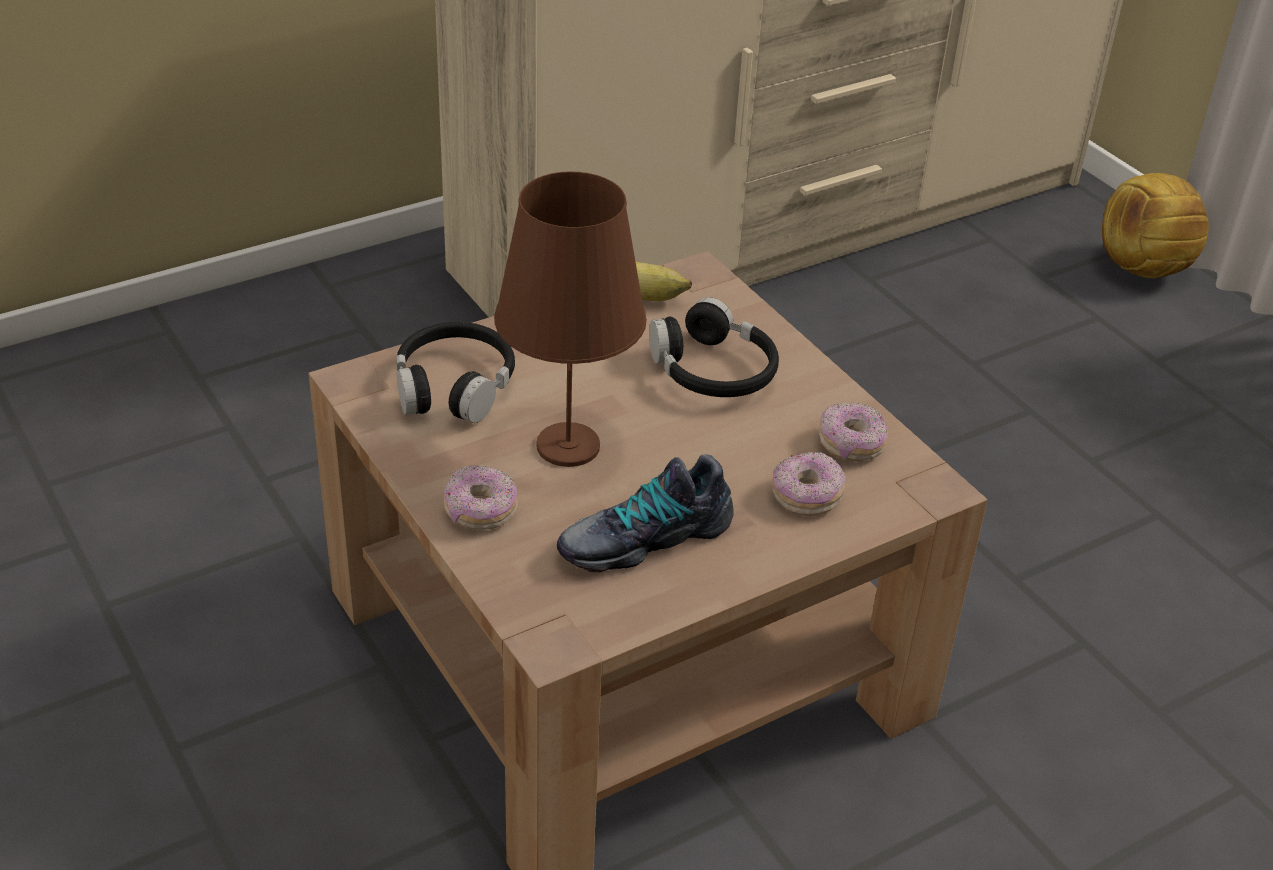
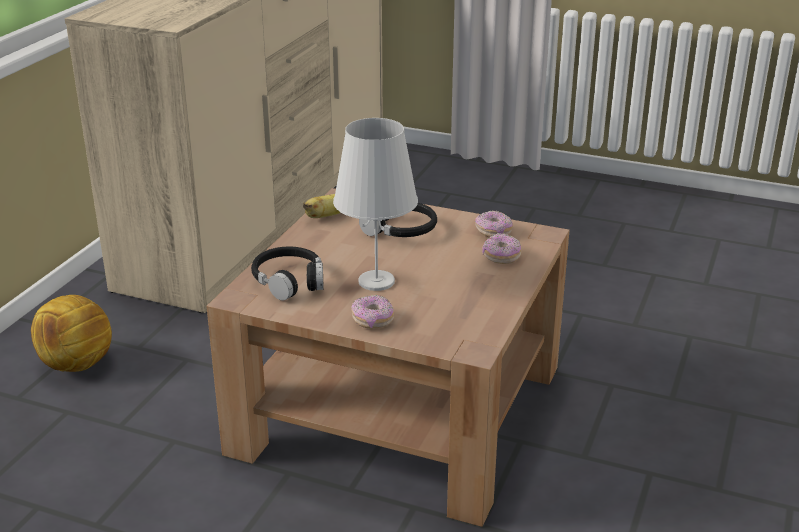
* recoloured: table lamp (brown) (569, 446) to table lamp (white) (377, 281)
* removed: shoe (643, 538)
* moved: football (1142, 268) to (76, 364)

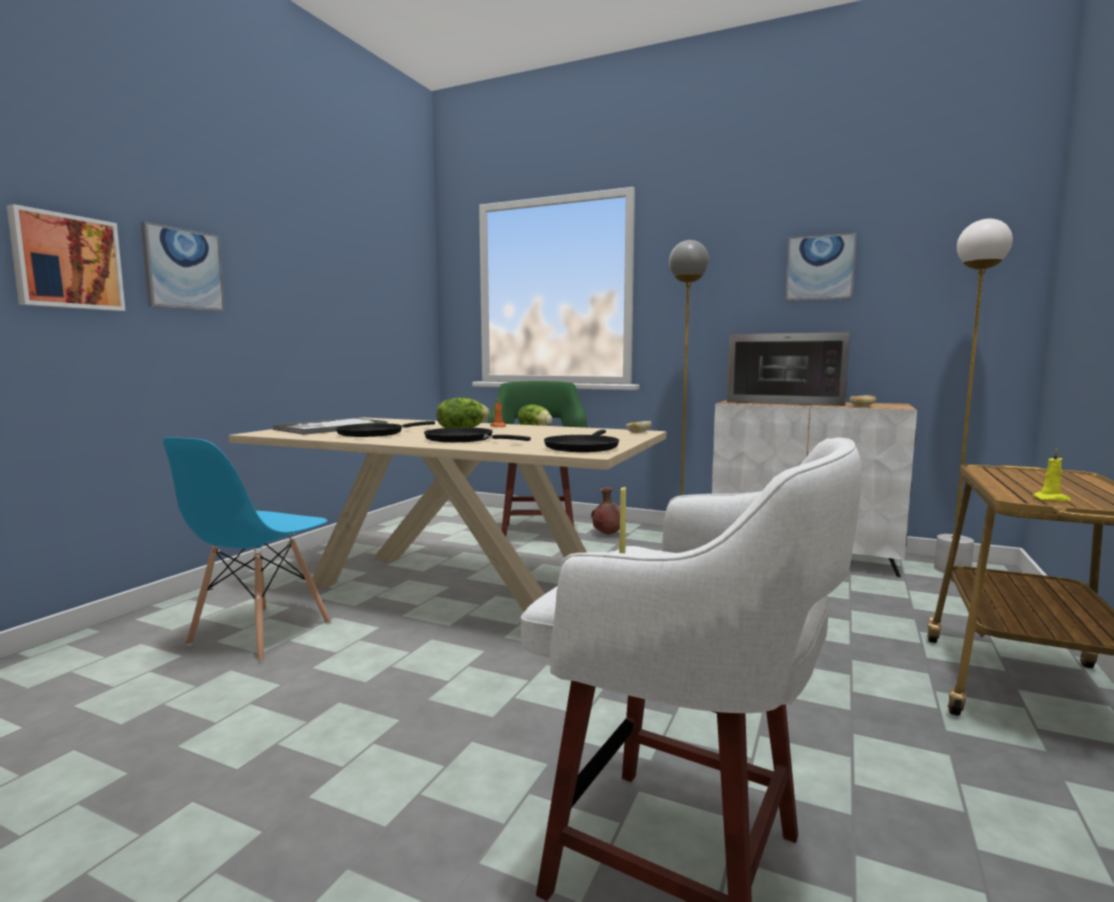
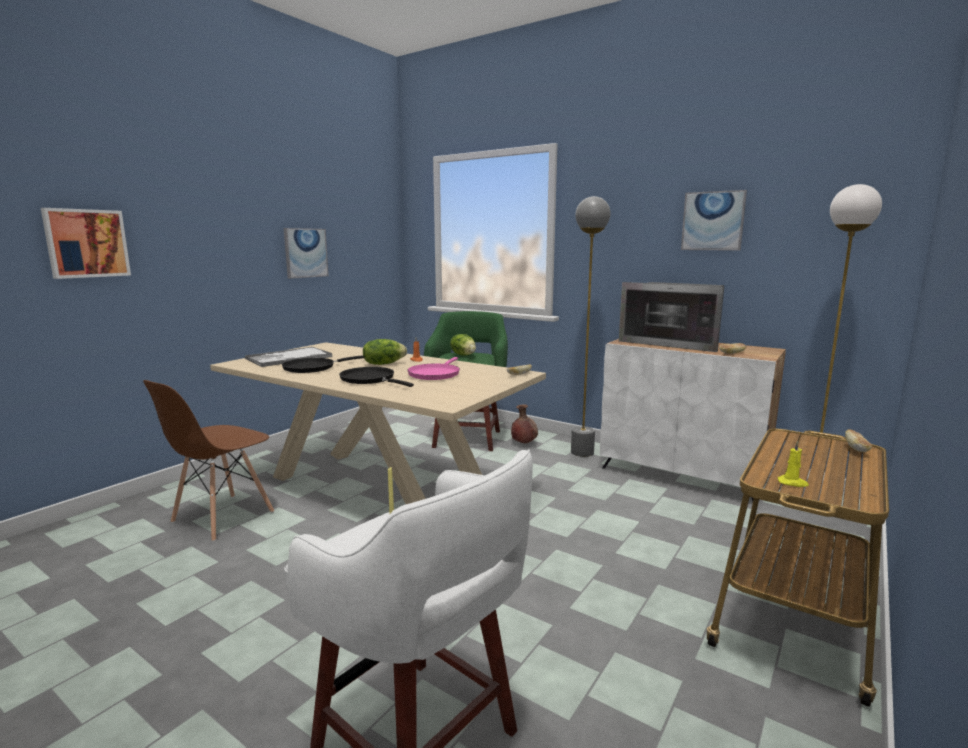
* moved: picture (183, 269) to (305, 253)
* recoloured: chair (blue) (260, 634) to chair (brown) (222, 517)
* removed: frying pan (black) (582, 447)
* added: frying pan (pink) (435, 374)
* added: bread (856, 448)

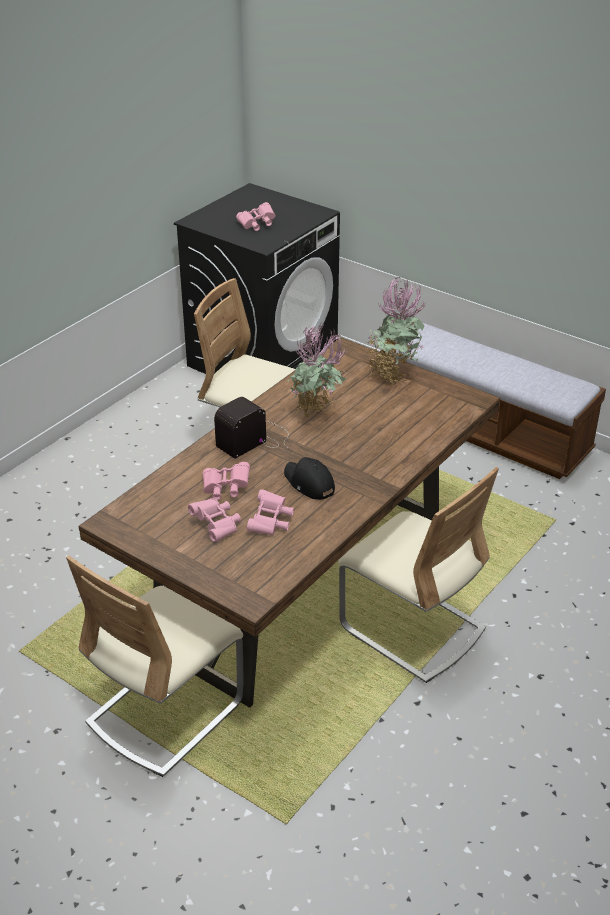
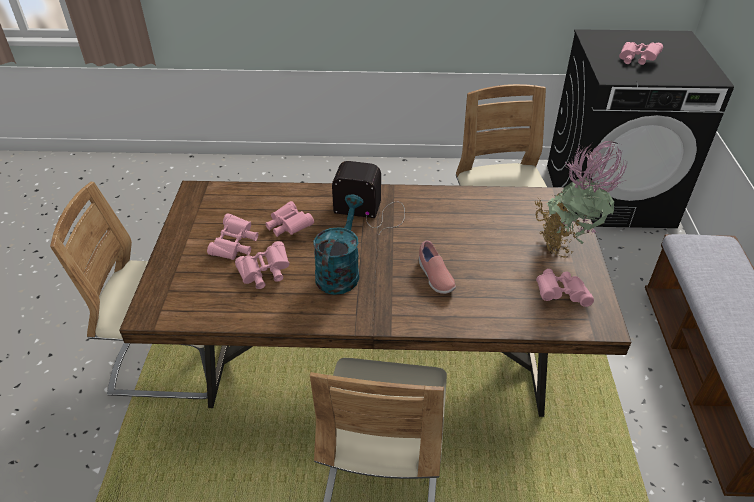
* replaced: cap (black) (309, 483) to watering can (turquoise) (340, 271)
* removed: potted plant (317, 415)
* added: shoe (pink) (434, 277)
* added: binoculars (pink) (560, 294)

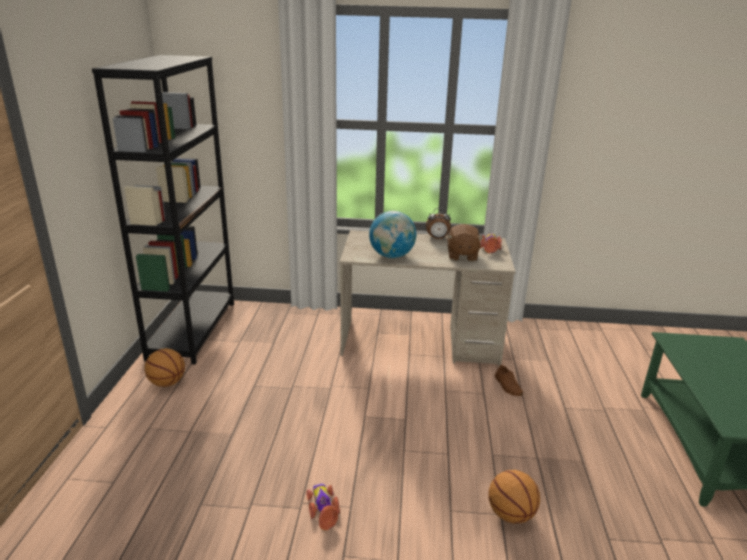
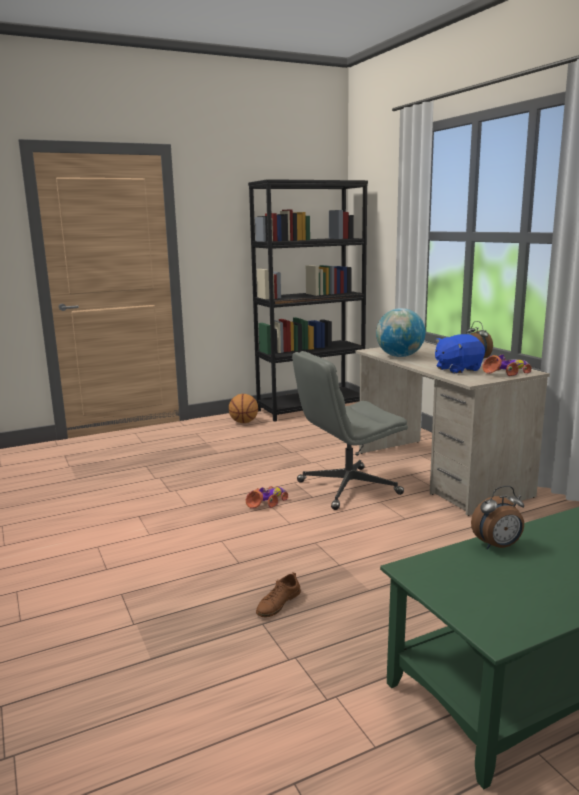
* moved: toy car (323, 508) to (268, 502)
* recoloured: plush toy (brown) (462, 255) to plush toy (blue) (457, 369)
* removed: basketball (511, 514)
* moved: shoe (brown) (507, 386) to (278, 603)
* added: office chair (grey) (347, 488)
* added: alarm clock (498, 546)

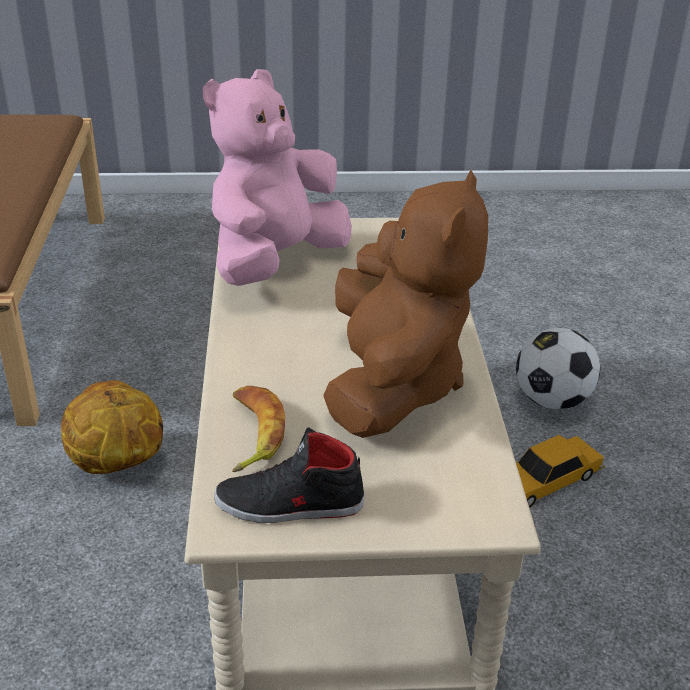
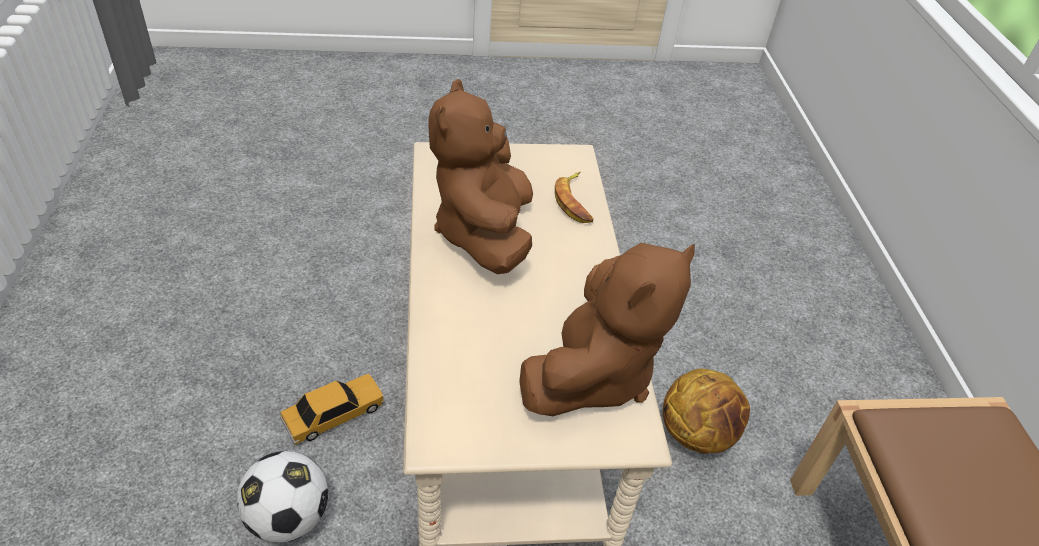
* recoloured: plush toy (pink) (275, 262) to plush toy (brown) (593, 374)
* removed: shoe (black) (289, 505)

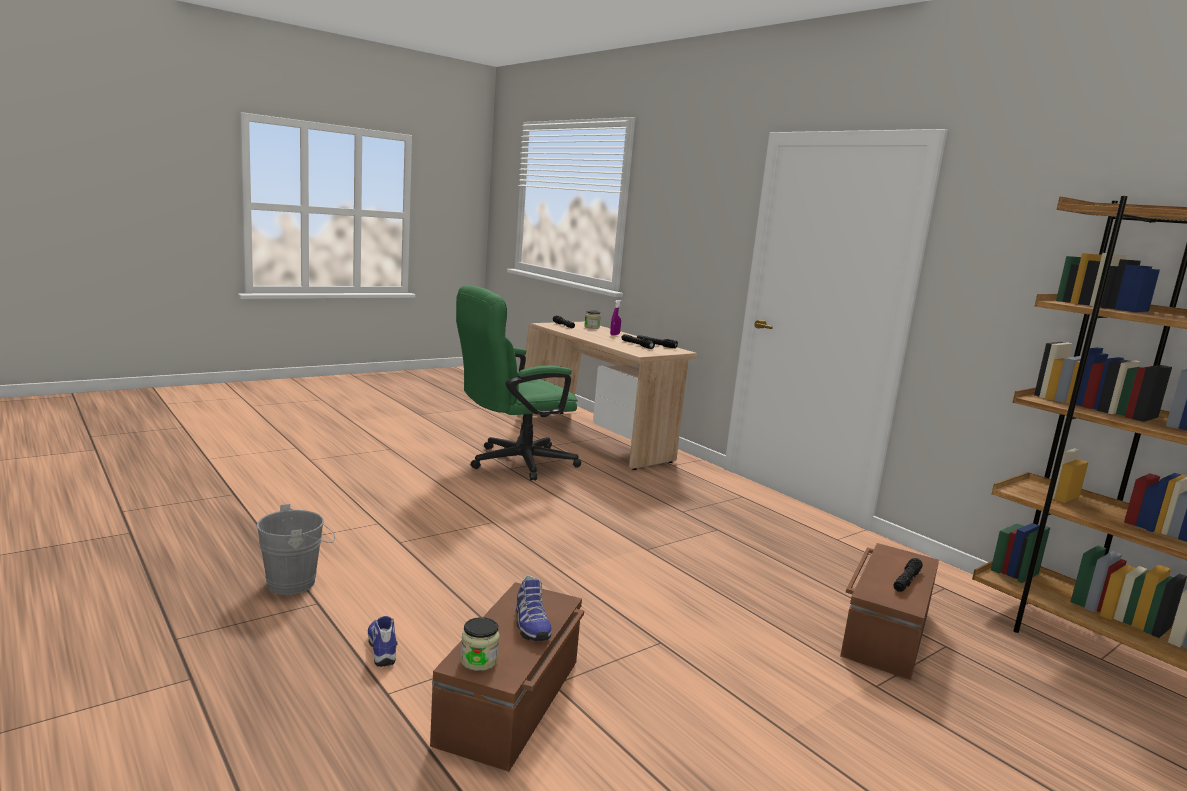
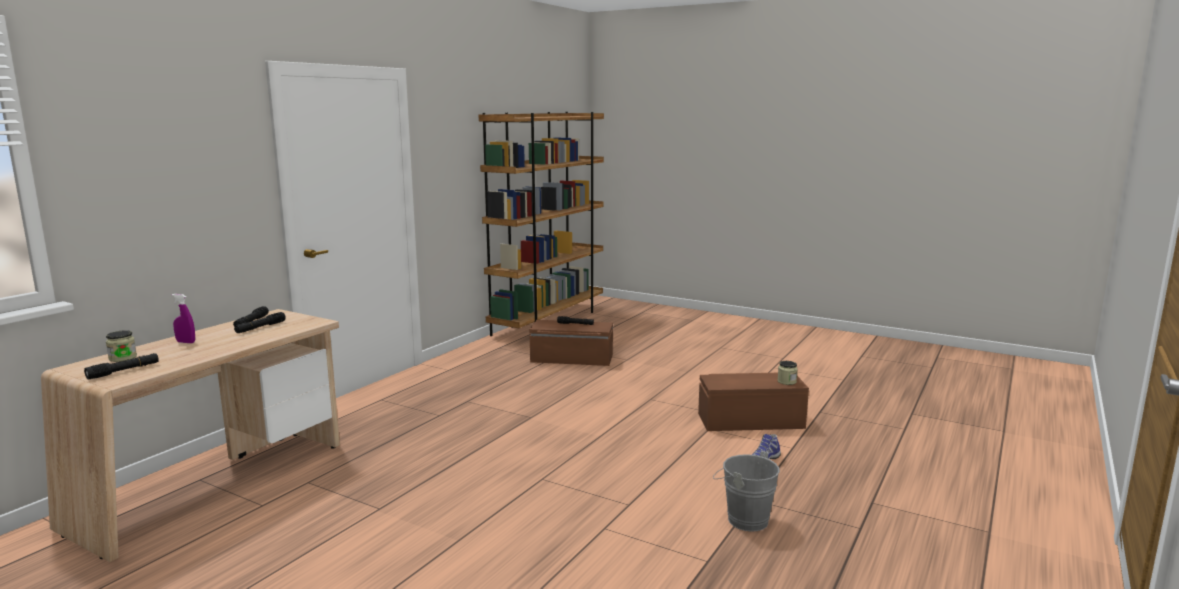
* removed: office chair (green) (513, 463)
* removed: shoe (530, 625)

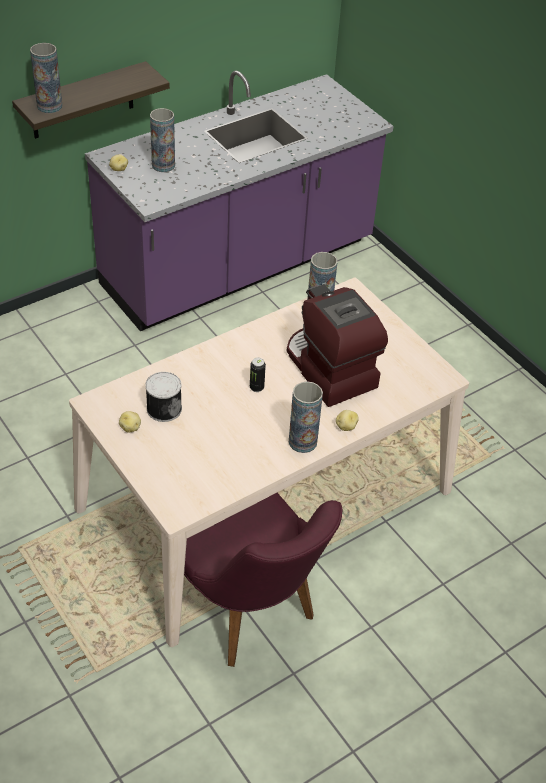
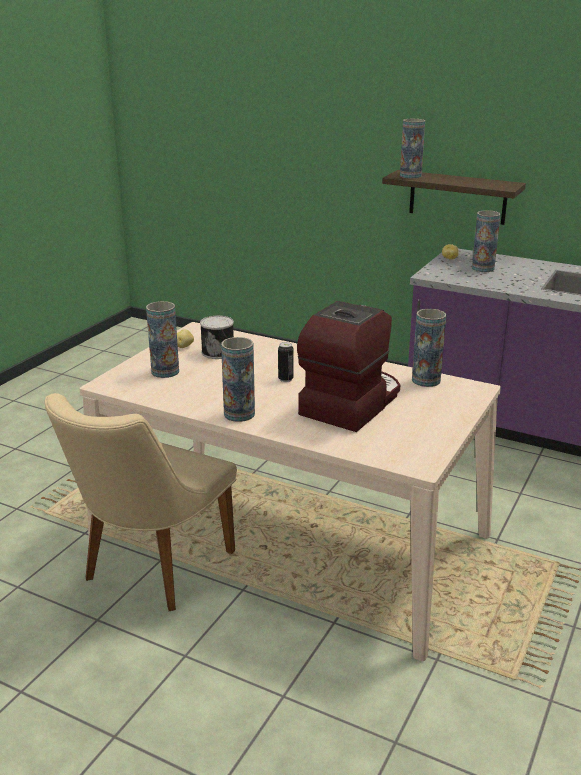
* recoloured: chair (purple) (251, 615) to chair (beige) (150, 572)
* removed: potato (346, 426)
* added: vase (165, 372)

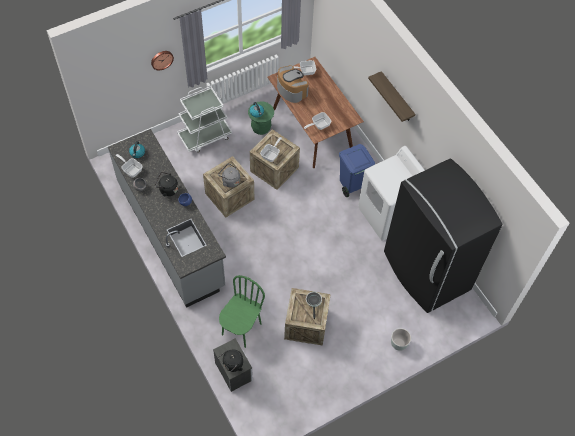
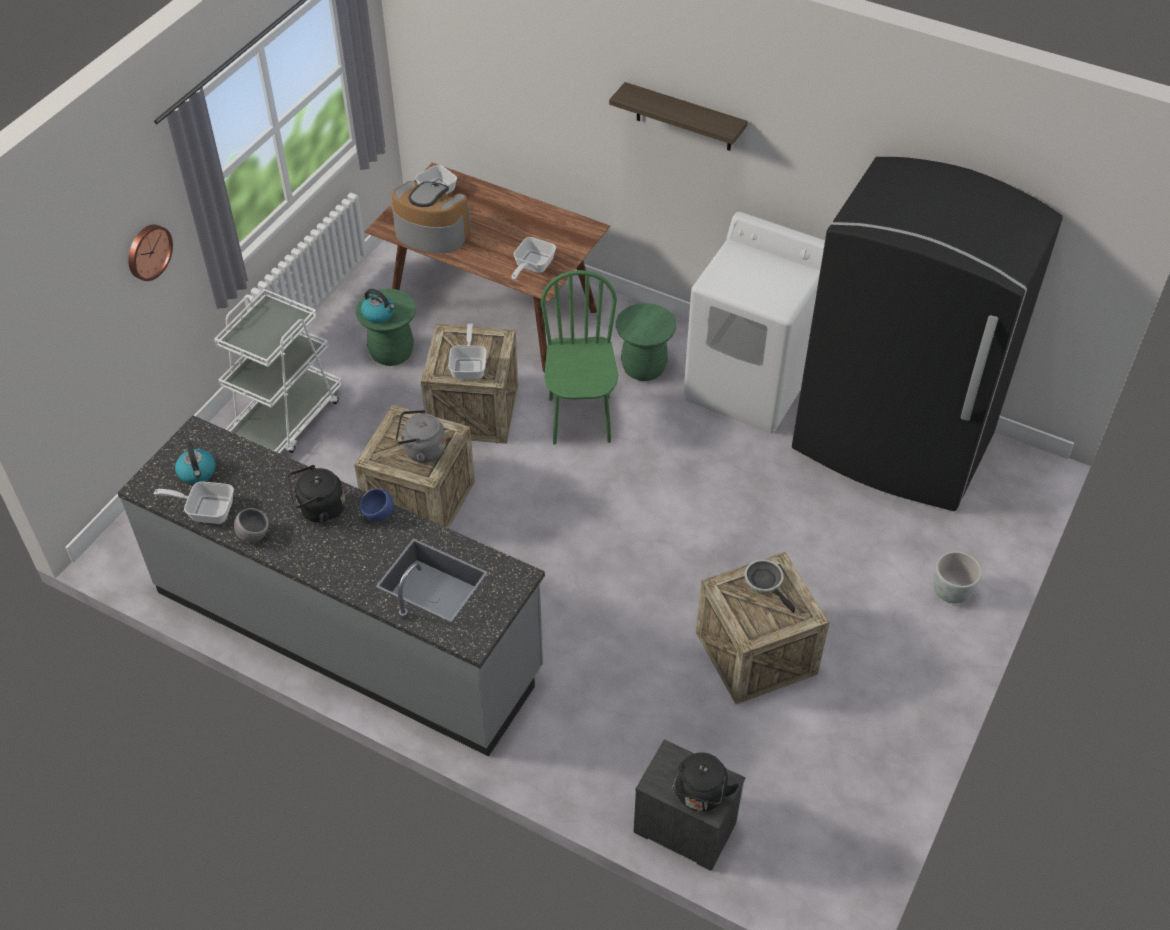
* moved: chair (green) (241, 329) to (580, 420)
* replaced: trash can (blue) (352, 185) to stool (green) (643, 368)

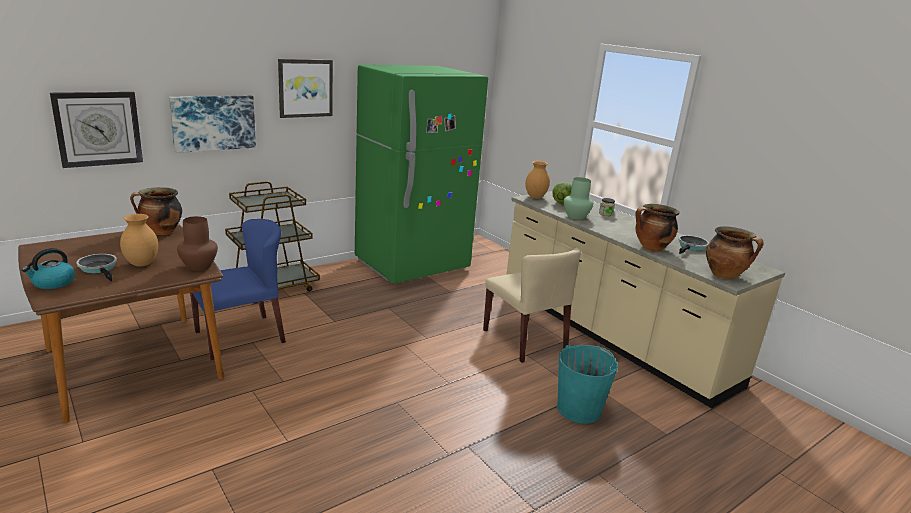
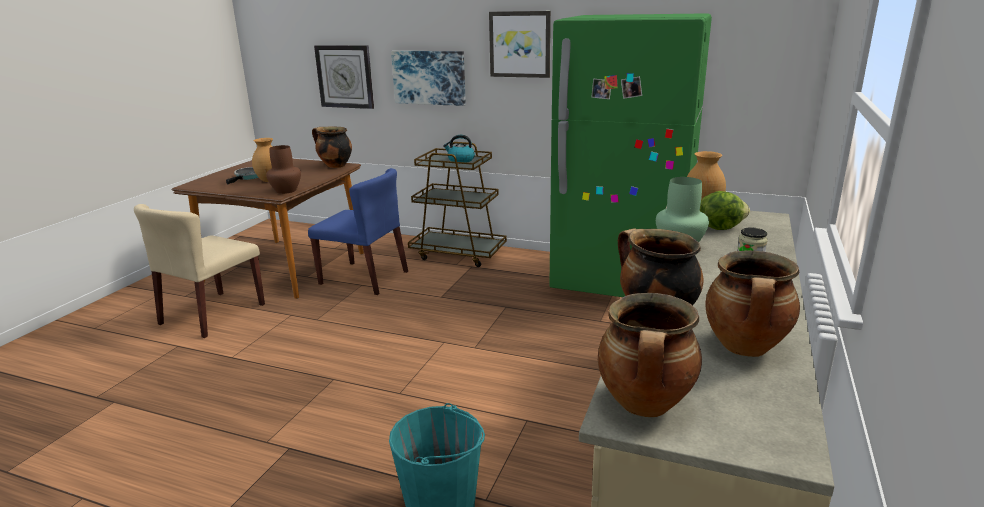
* moved: kettle (53, 283) to (460, 160)
* moved: chair (beige) (525, 340) to (212, 314)
* replaced: frying pan (691, 247) to cooking pot (746, 348)

